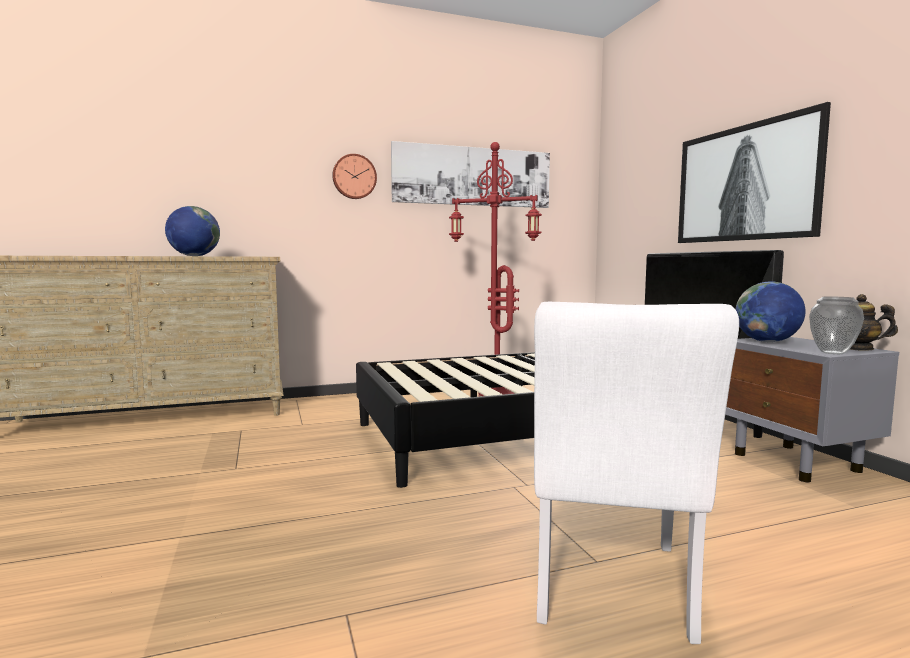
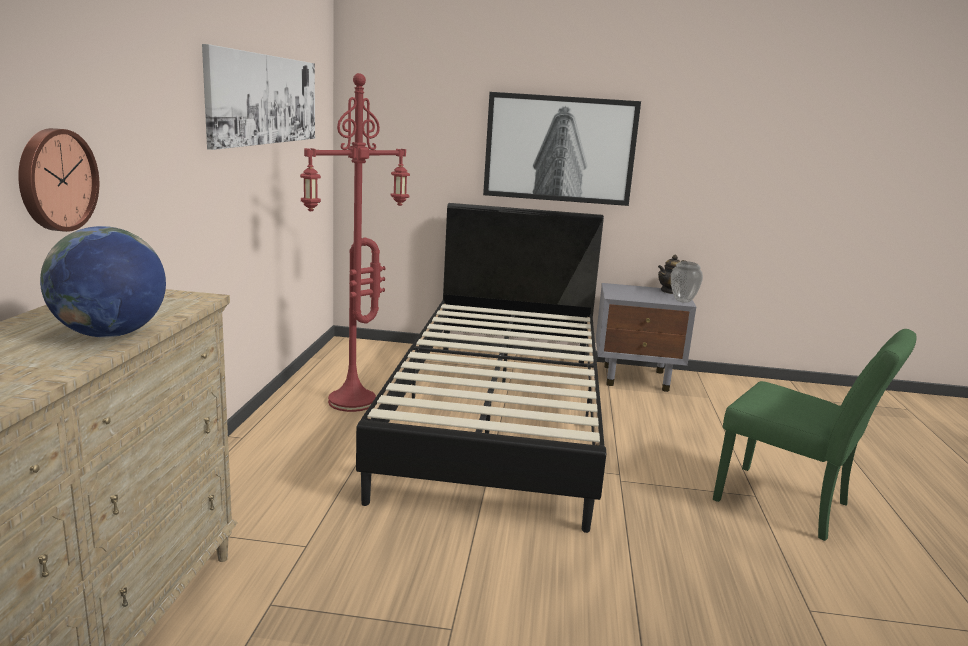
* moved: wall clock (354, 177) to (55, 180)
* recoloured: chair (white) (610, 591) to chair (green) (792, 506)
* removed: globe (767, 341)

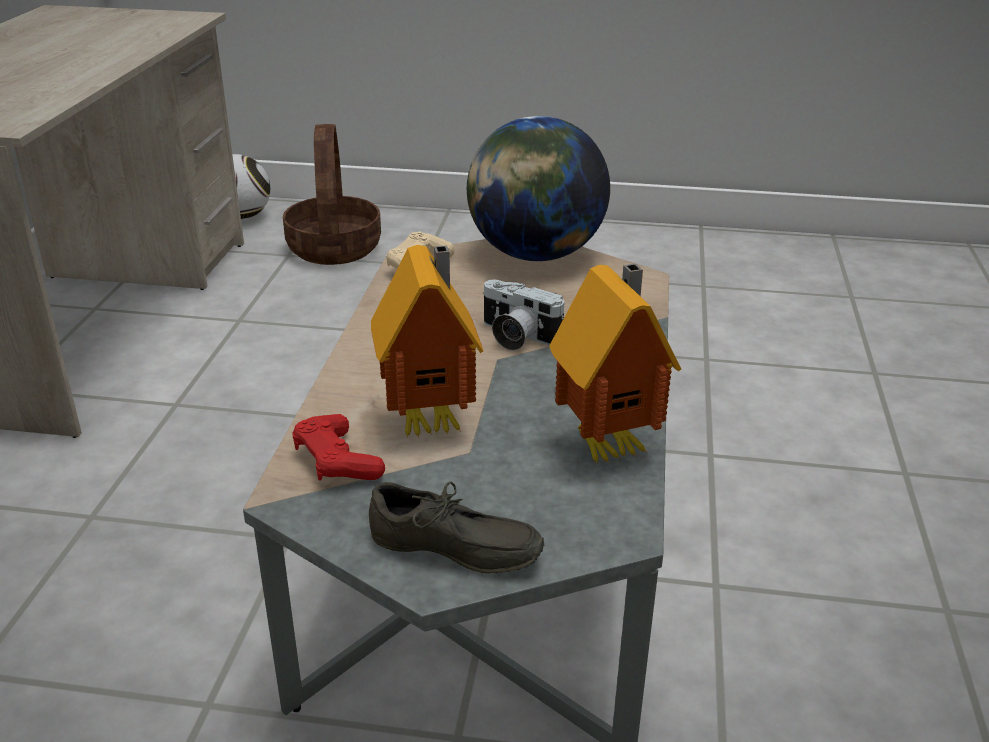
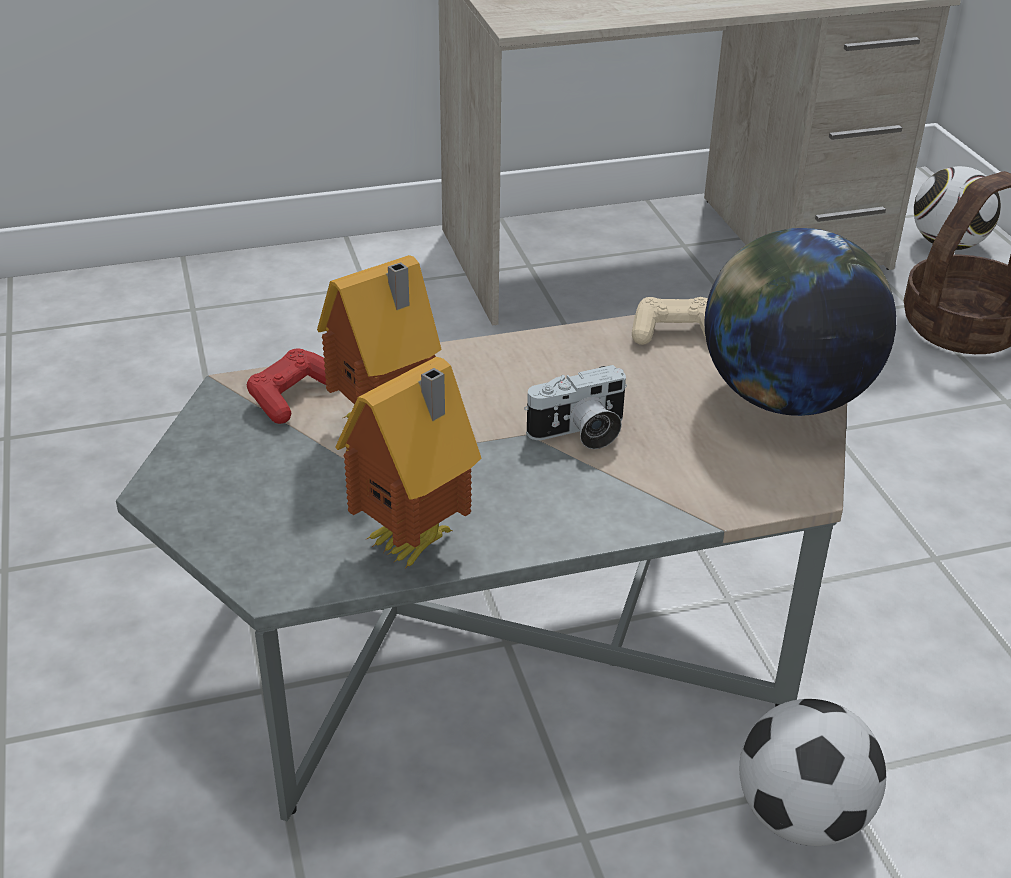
* removed: shoe (grey) (453, 552)
* turned: photo camera (516, 337) = (580, 433) 120 degrees counterclockwise
* added: football (801, 816)

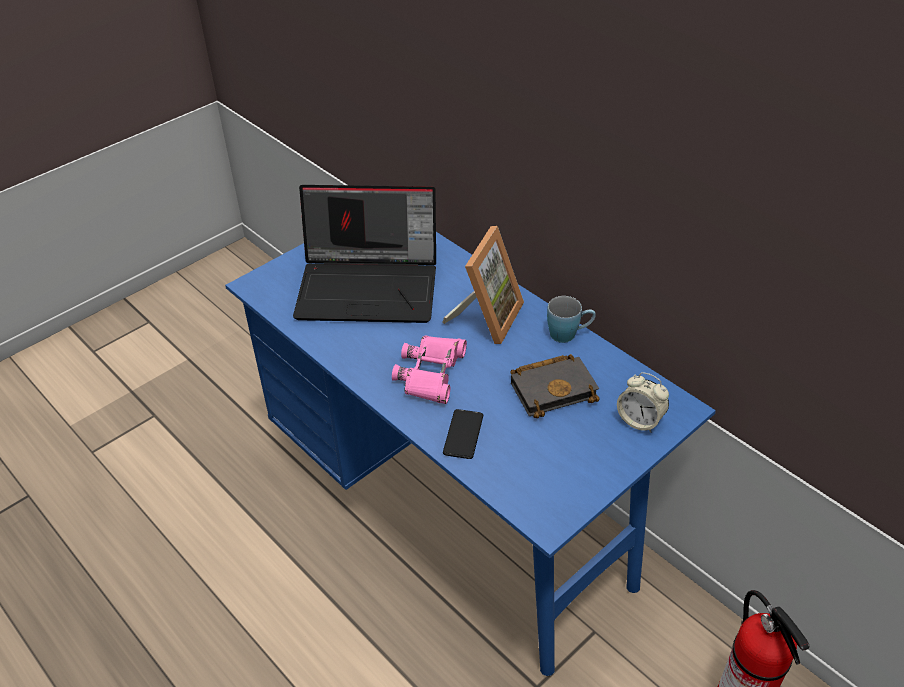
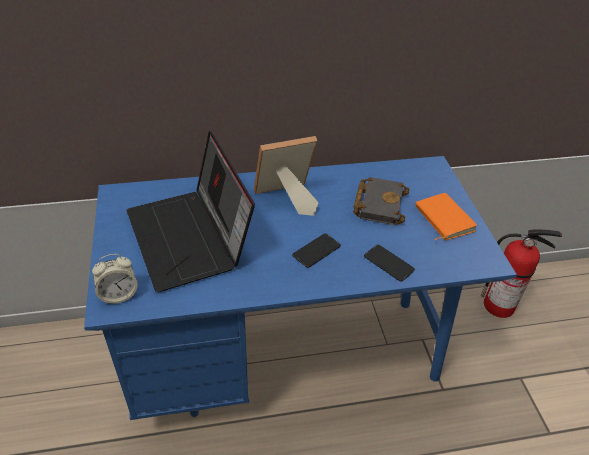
* turned: laptop (370, 286) = (191, 238) 120 degrees clockwise
* replaced: binoculars (pink) (431, 373) to phone (316, 251)
* turned: picture frame (486, 317) = (285, 199) 75 degrees counterclockwise
* removed: mug (blue) (569, 334)
* moved: alarm clock (640, 420) to (119, 294)
* added: book (orange) (442, 219)

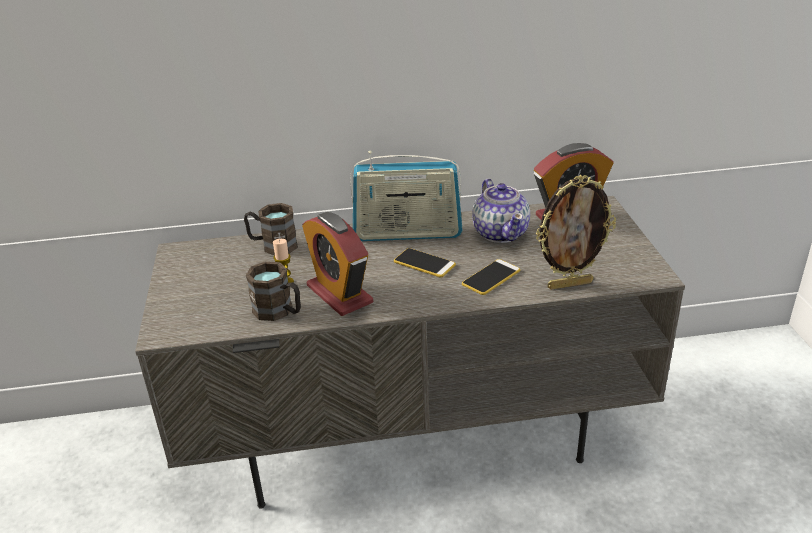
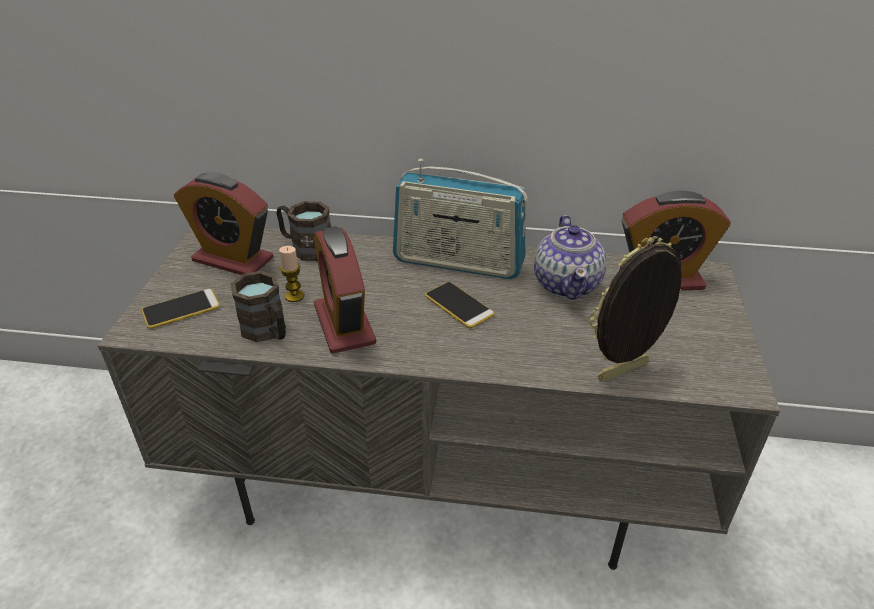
* moved: phone (491, 277) to (181, 309)
* turned: picture frame (569, 284) = (623, 373) 150 degrees clockwise
* added: alarm clock (233, 260)

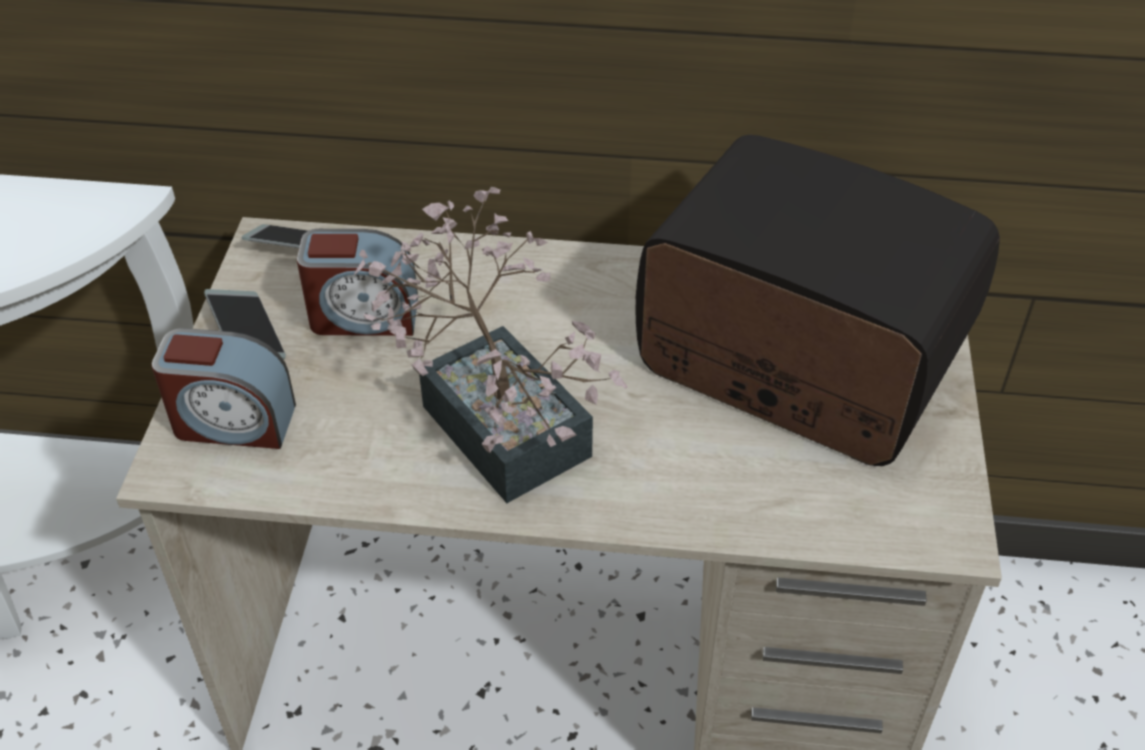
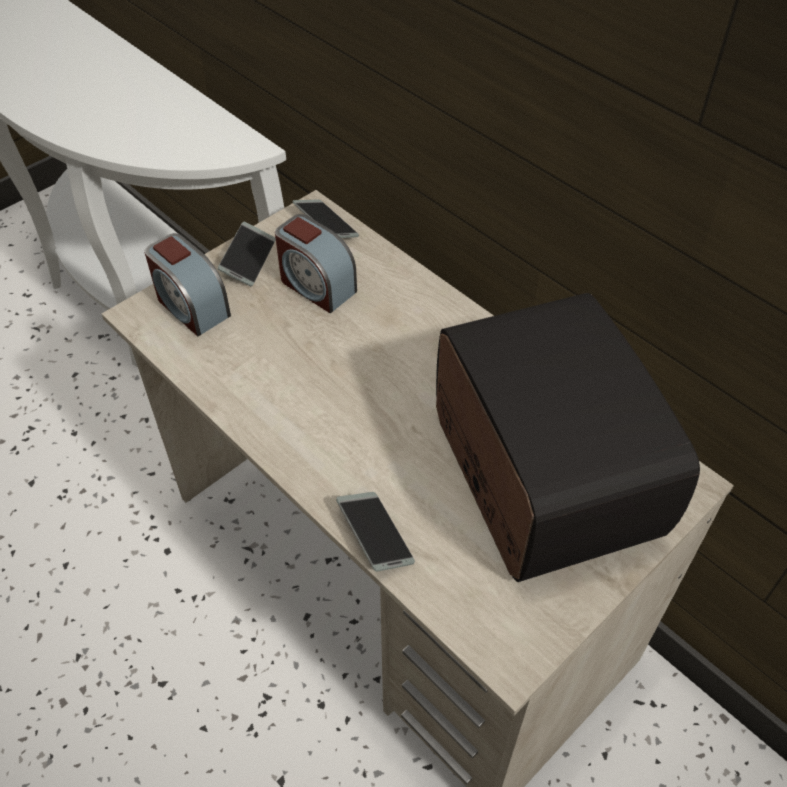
* removed: potted plant (496, 416)
* added: phone (375, 535)

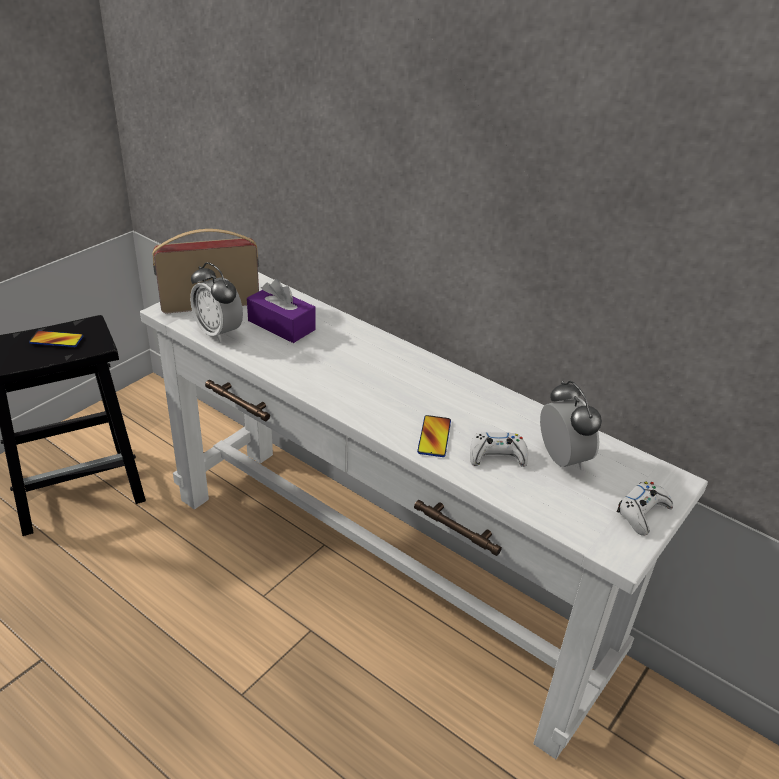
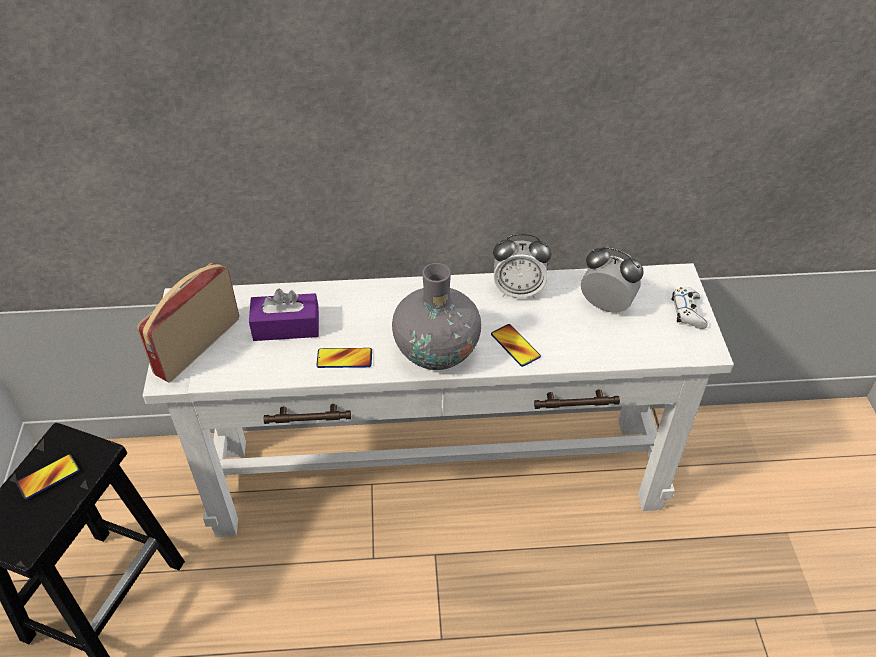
* moved: alarm clock (218, 332) to (518, 291)
* removed: game controller (white) (497, 456)
* added: phone (344, 359)
* added: vase (grey) (436, 351)

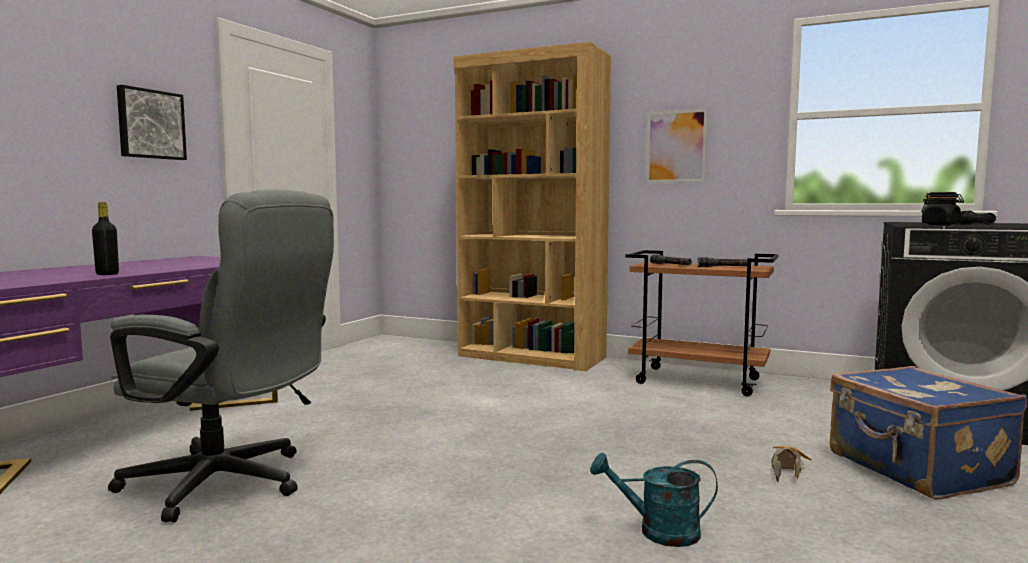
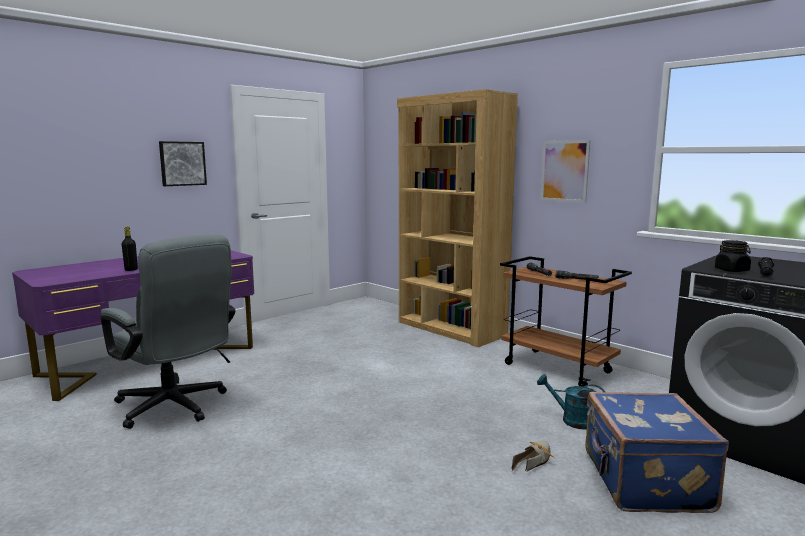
* moved: watering can (turquoise) (658, 532) to (572, 420)

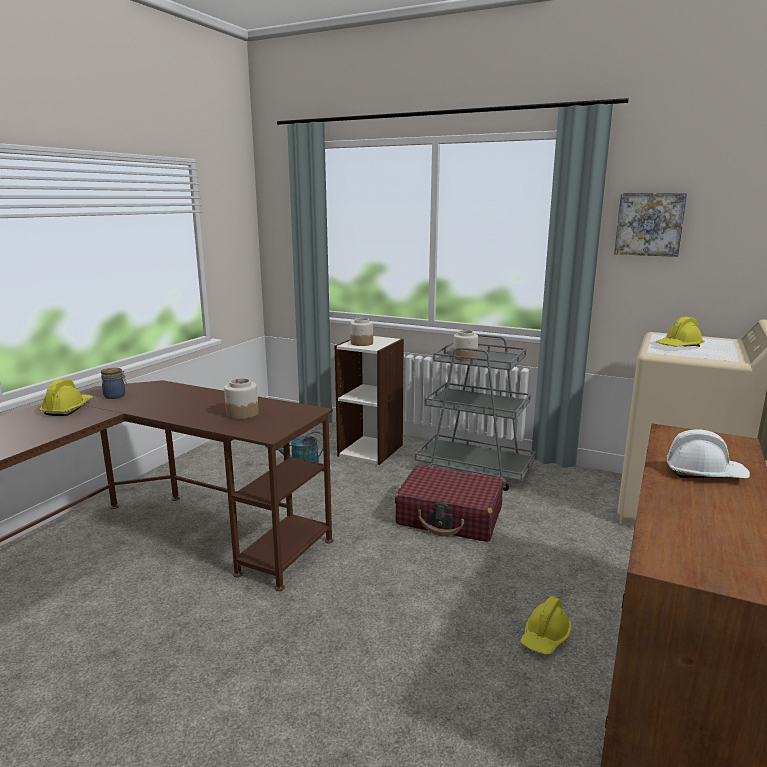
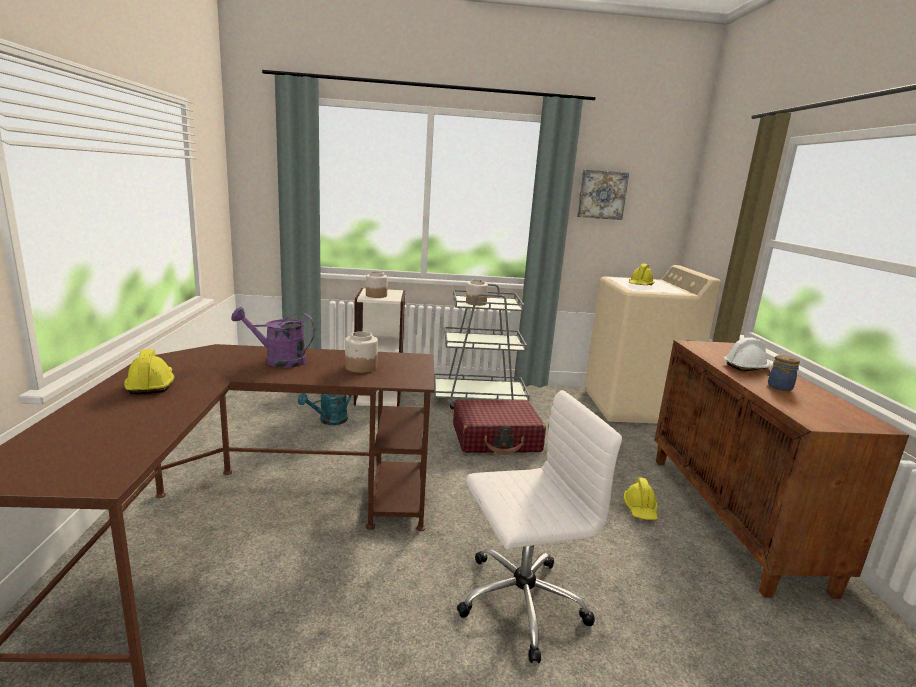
* moved: jar (116, 396) to (780, 387)
* added: watering can (purple) (278, 360)
* added: office chair (white) (519, 602)

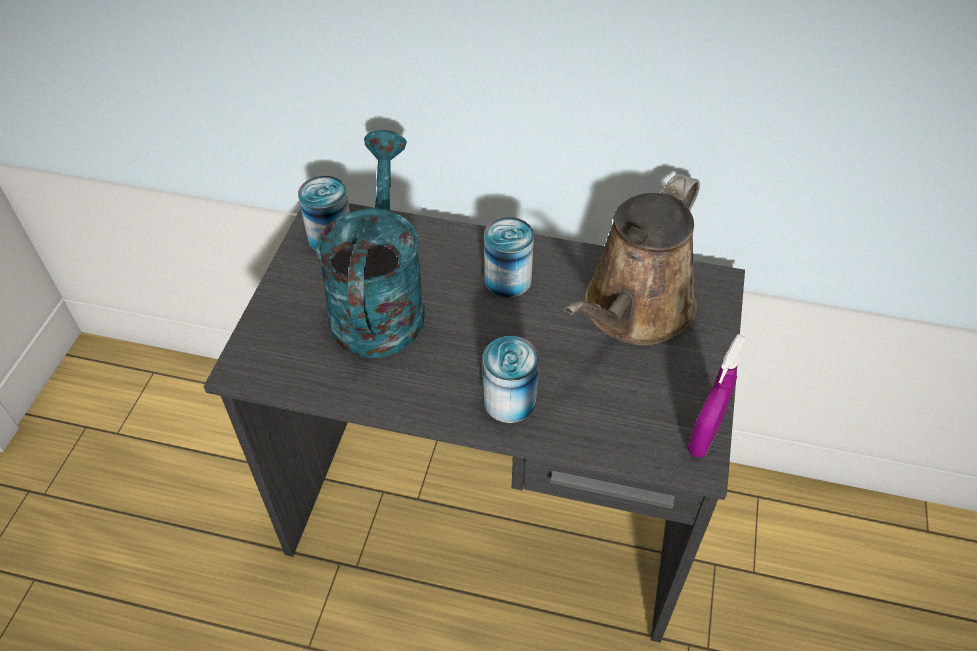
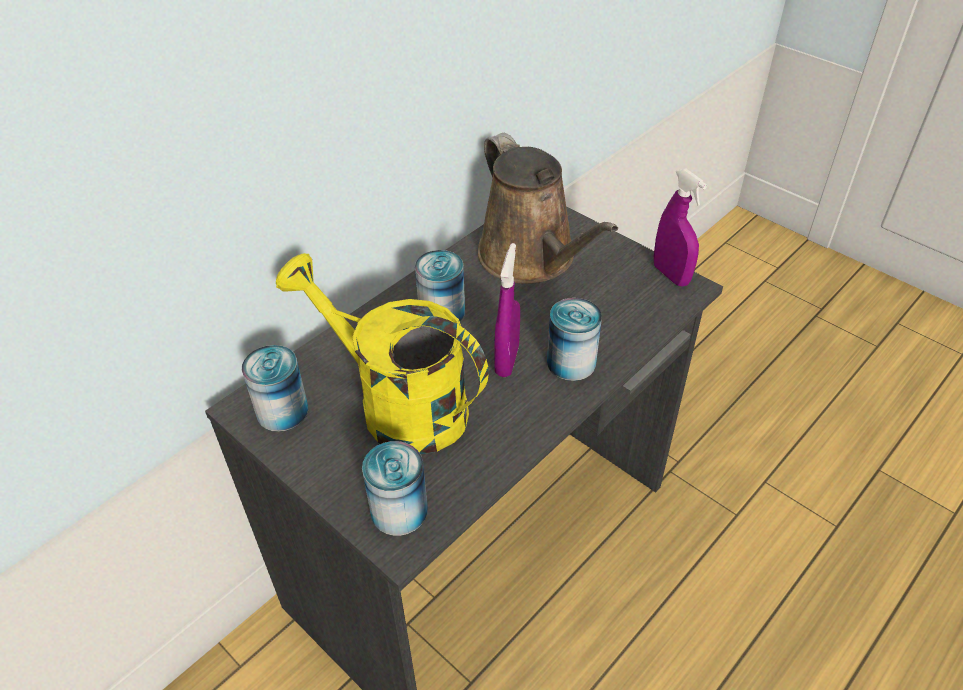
* recoloured: watering can (turquoise) (379, 301) to watering can (yellow) (397, 404)
* added: can (399, 510)
* added: spray bottle (purple) (507, 360)

